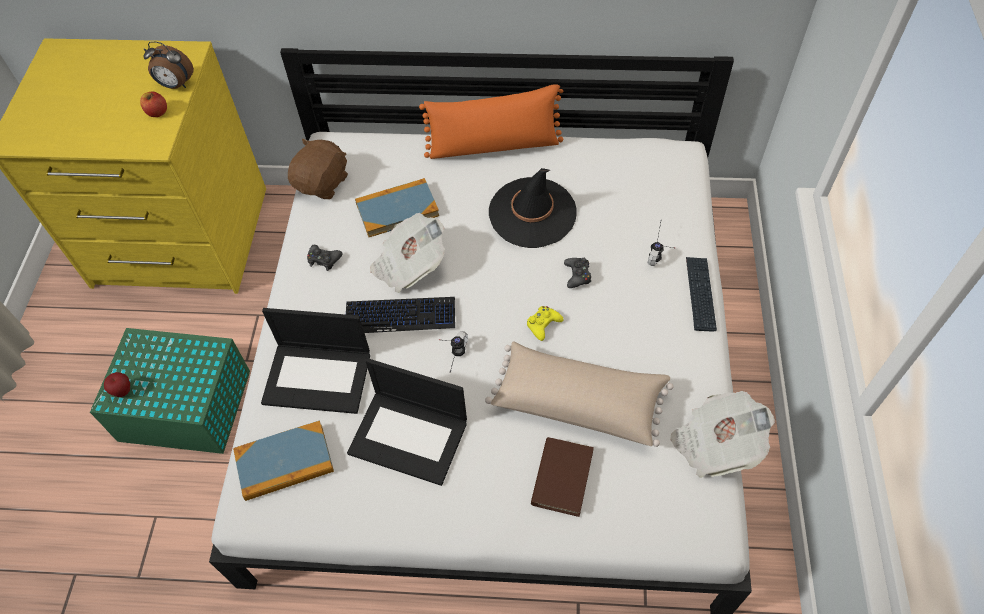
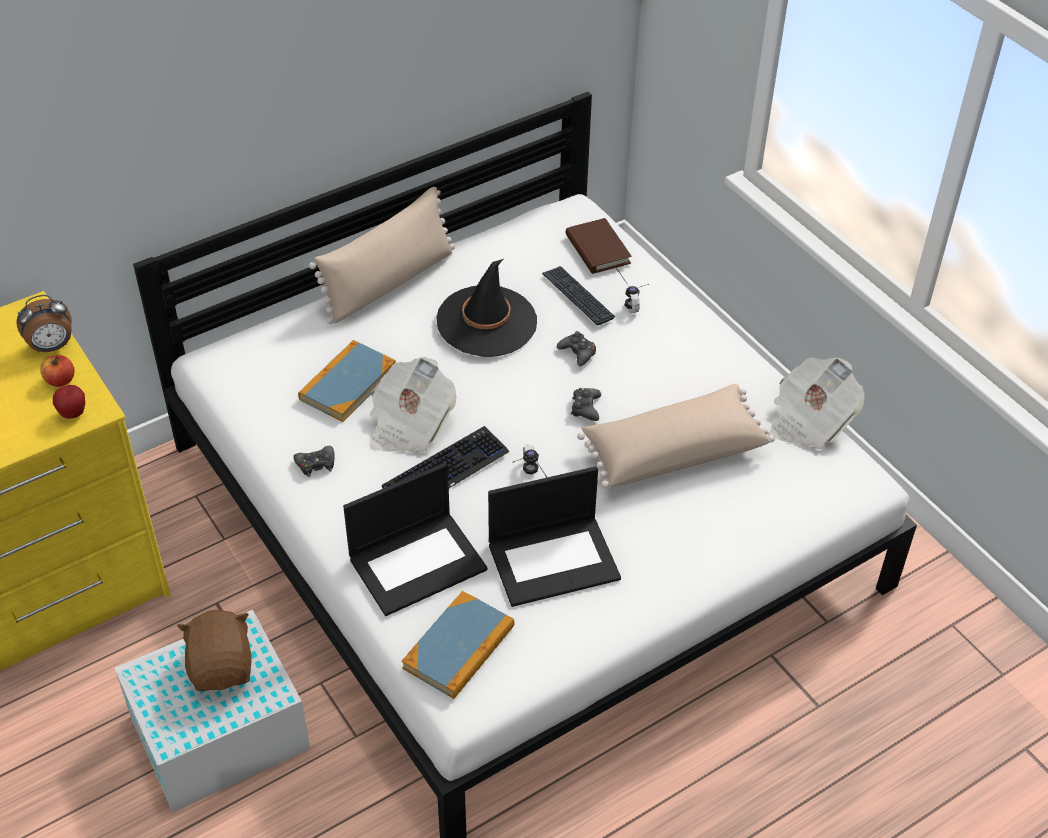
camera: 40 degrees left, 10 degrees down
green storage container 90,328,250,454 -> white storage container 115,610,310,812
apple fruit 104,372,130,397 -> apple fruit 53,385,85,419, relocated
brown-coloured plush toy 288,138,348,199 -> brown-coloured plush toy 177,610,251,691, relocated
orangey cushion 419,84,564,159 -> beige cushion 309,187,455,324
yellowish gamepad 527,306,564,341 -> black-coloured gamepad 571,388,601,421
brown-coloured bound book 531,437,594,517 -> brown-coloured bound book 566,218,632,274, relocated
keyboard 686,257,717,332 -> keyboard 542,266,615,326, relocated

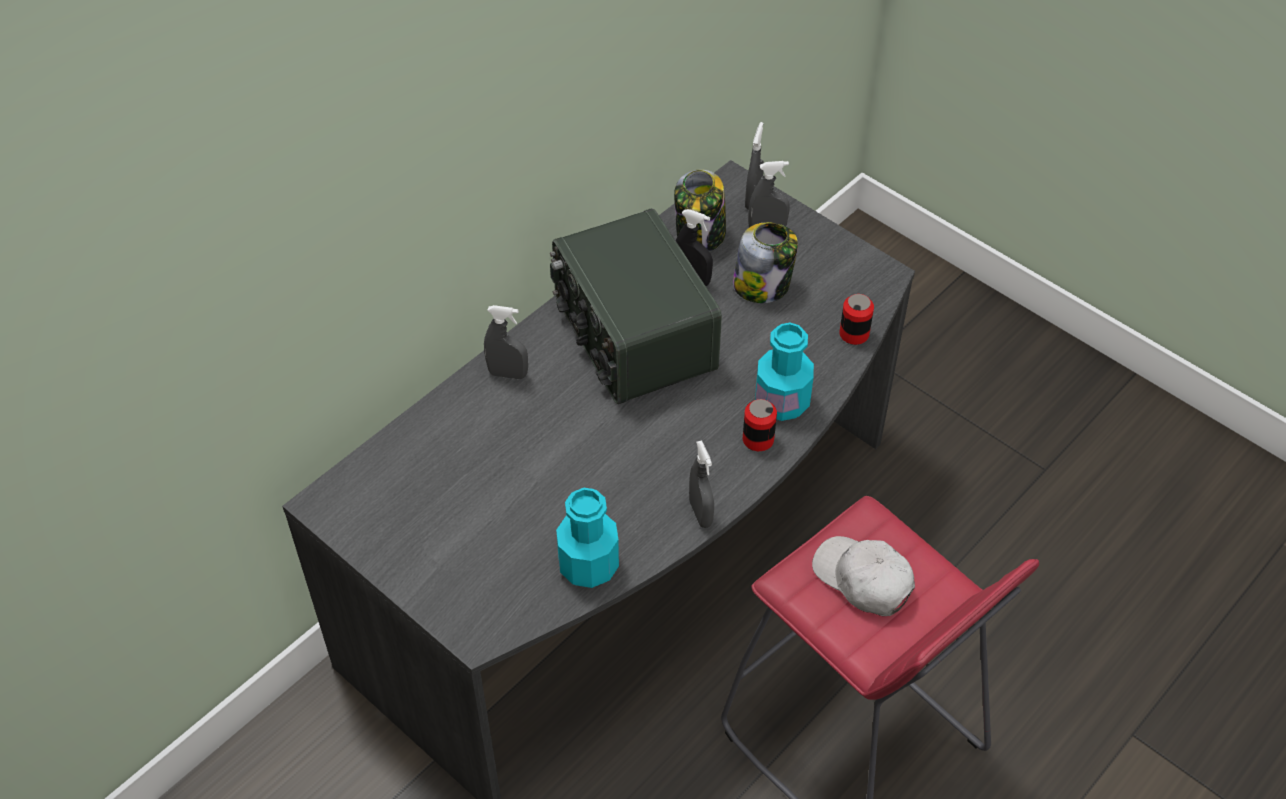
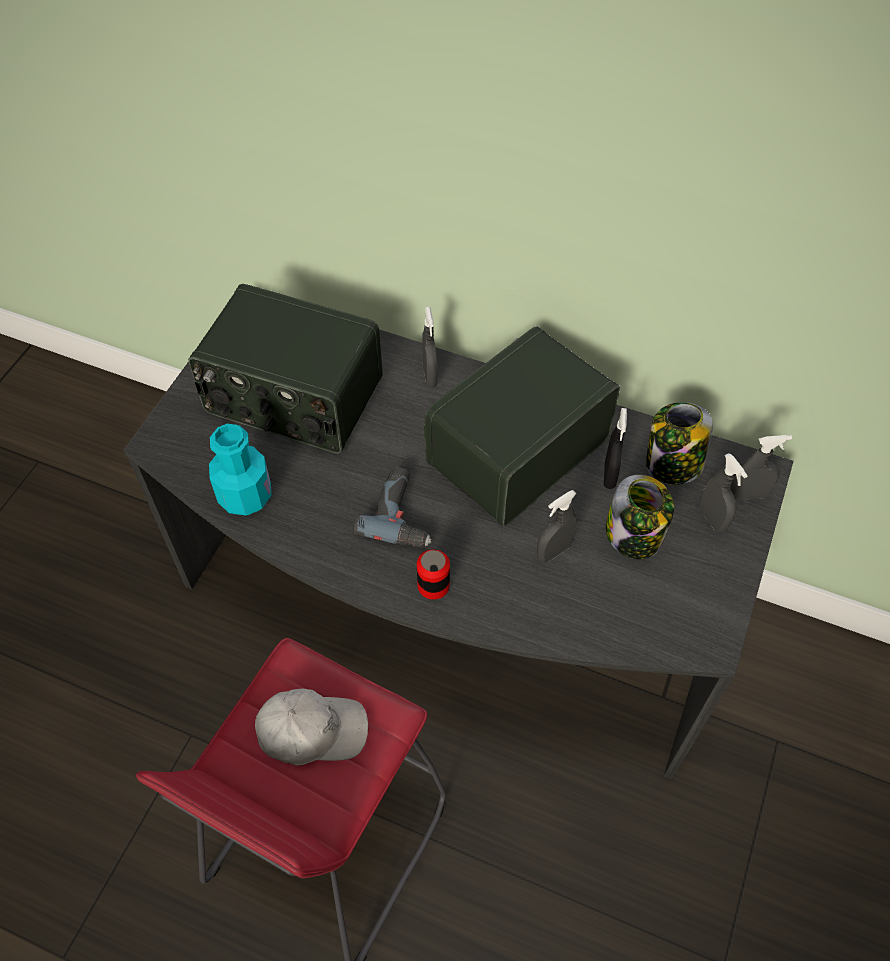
camera: 70 degrees right, 5 degrees up
gray sprayer 689,440,714,528 -> gray sprayer 537,490,576,563, relocated
blue-green drink bottle 755,323,814,421 -> none
white cap 812,536,915,616 -> white cap 255,689,368,766, 60 degrees clockwise
metal can 839,294,874,345 -> none
none -> radio set 188,284,383,453
none -> electric drill 354,467,432,548

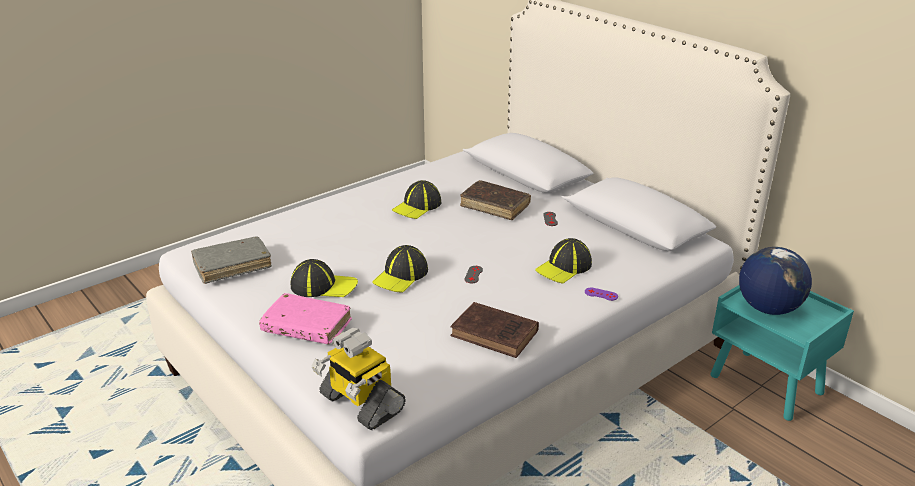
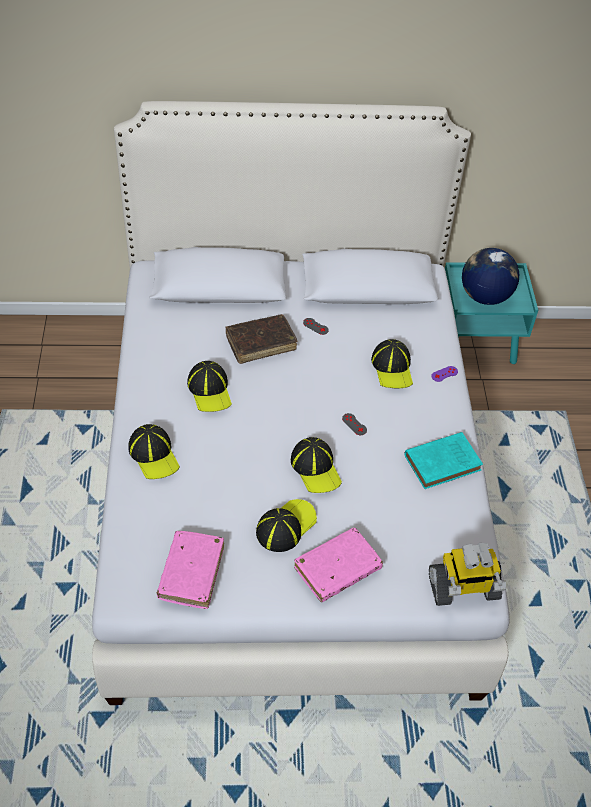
camera: 55 degrees left, 20 degrees up
gray bound book 191,236,272,284 -> pinkish bound book 157,531,224,609
brown-coloured bound book 450,302,539,358 -> blue-green bound book 404,432,483,489
none -> cap 128,424,180,479

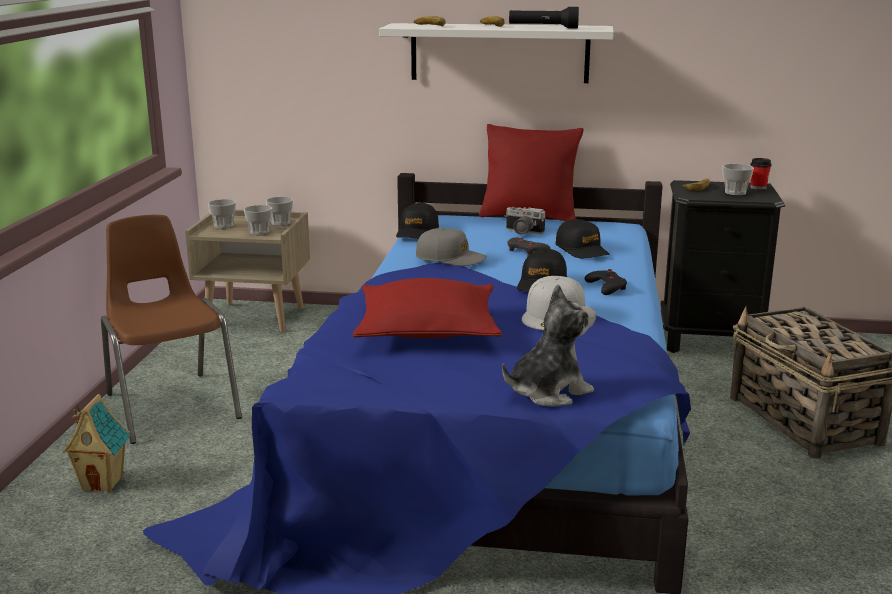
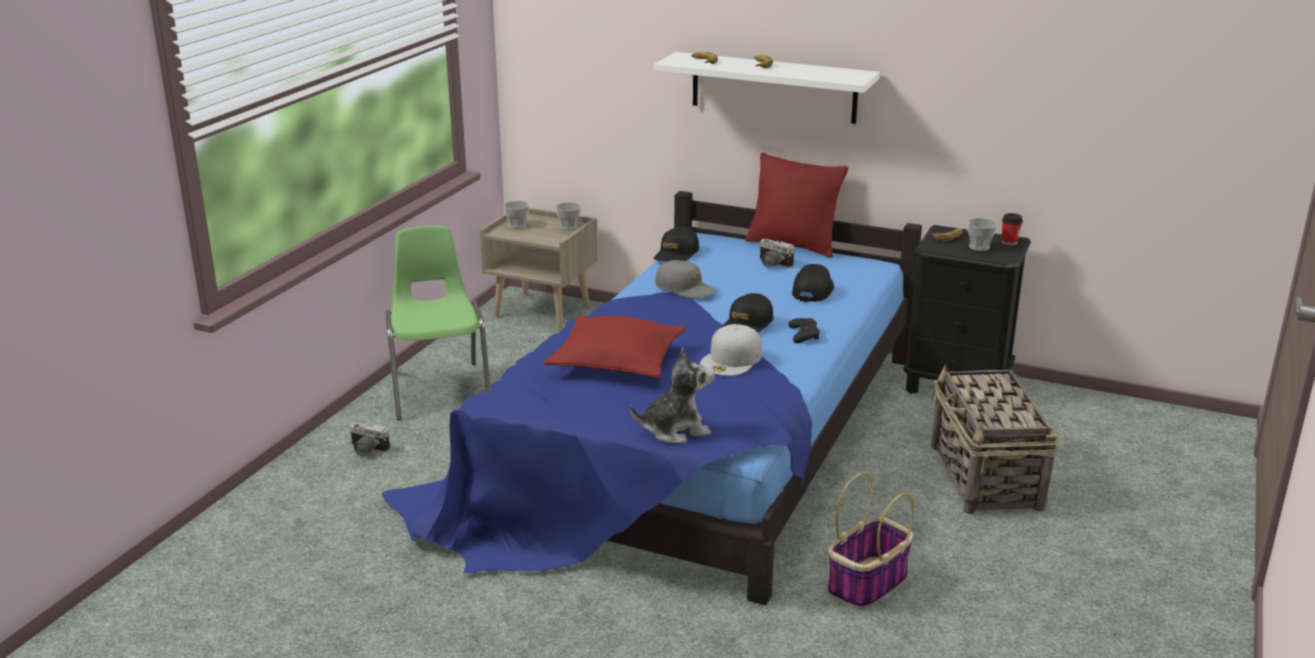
camera: 15 degrees right, 5 degrees up
model house 62,394,131,493 -> still camera 349,422,390,456
brown-coloured upright chair 101,215,242,444 -> green upright chair 386,226,491,420
cup 244,205,272,235 -> none
gray gamepad 507,237,551,255 -> none
black-coloured torch 509,7,579,28 -> none
black-coloured cap 555,219,609,258 -> black-coloured cap 792,264,834,302, 150 degrees counterclockwise
none -> basket 827,473,914,609

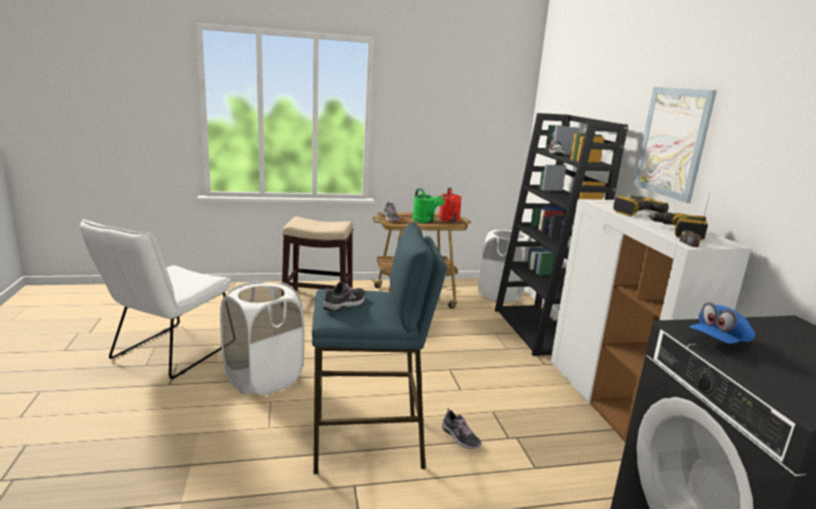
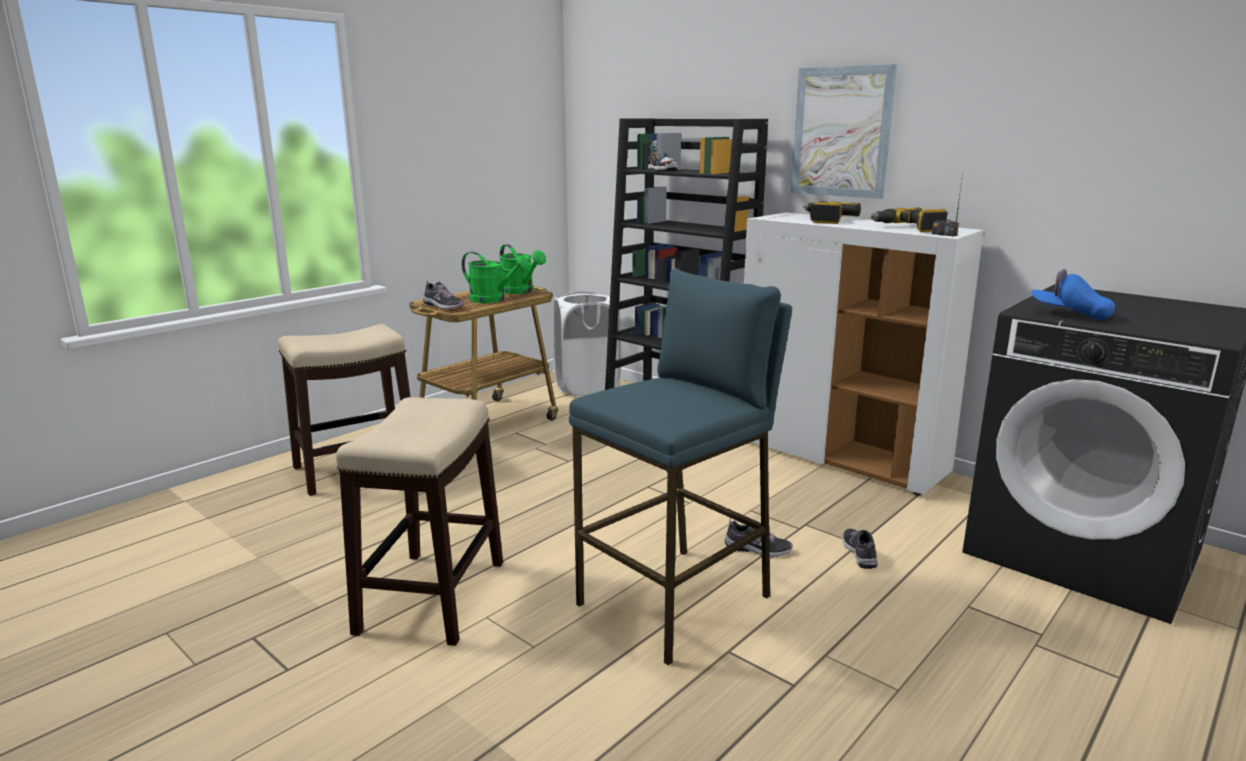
camera: 35 degrees left, 0 degrees up
white upright chair 80,219,230,379 -> none
white laundry basket 220,281,304,396 -> stool 336,397,503,646
item of footwear 323,282,366,312 -> item of footwear 842,528,878,569, relocated
red-coloured watering pot 439,188,462,222 -> green watering pot 499,244,546,294
blue-coloured cap 690,302,755,344 -> blue-coloured cap 1031,269,1115,320, 105 degrees clockwise

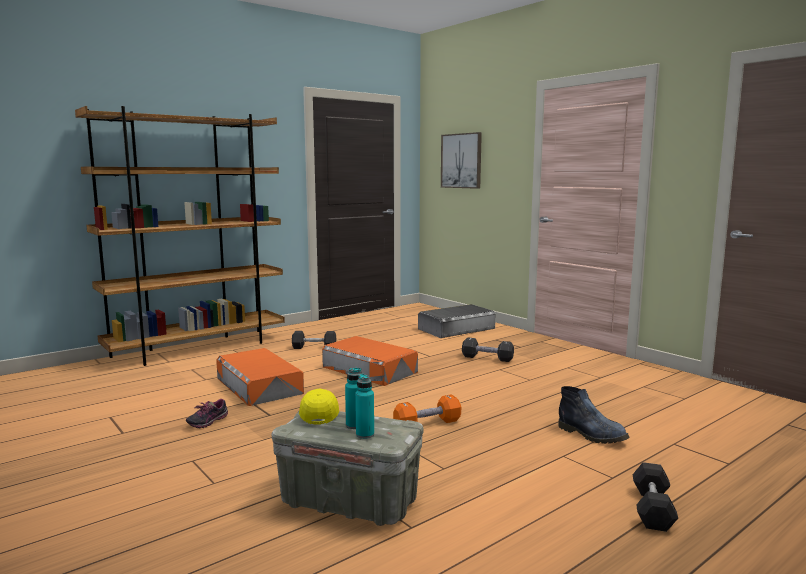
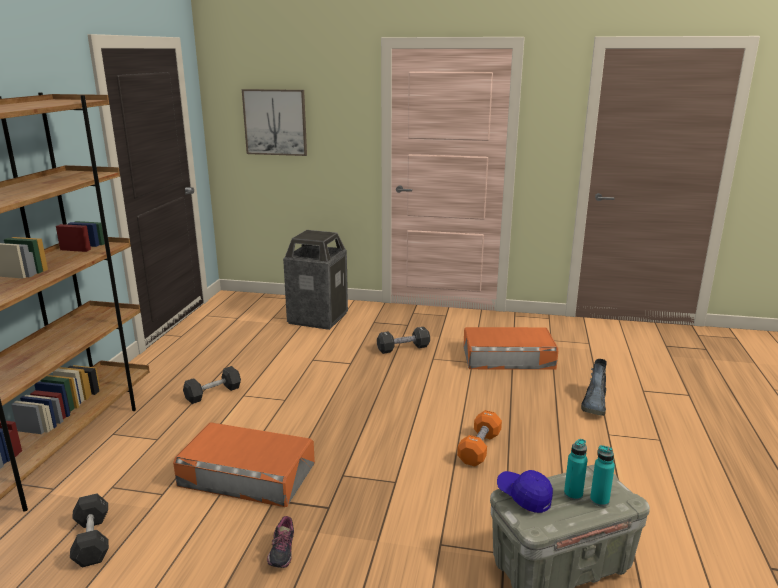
camera: 40 degrees left, 10 degrees up
yellowish cap 299,388,339,424 -> blue-coloured cap 497,470,553,513
orangey storage container 322,336,418,386 -> orangey storage container 463,327,558,370, relocated
gray storage container 418,304,496,338 -> trash can 283,230,348,330
boot 558,386,630,444 -> boot 581,359,607,416, 105 degrees clockwise
gray free weight 633,462,678,532 -> gray free weight 70,494,109,568, relocated

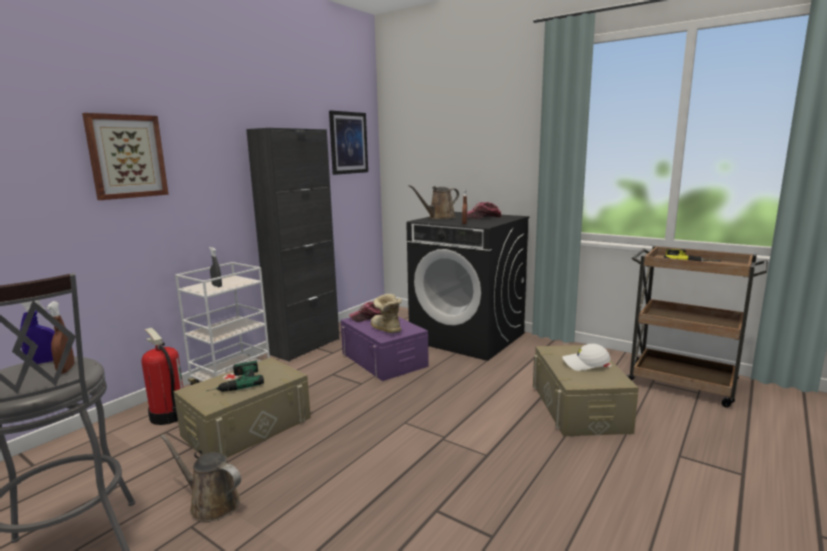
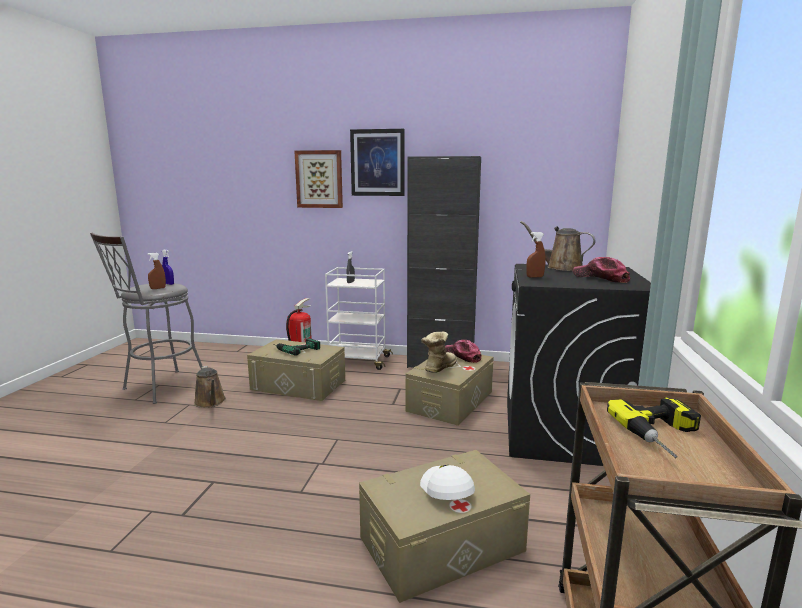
camera: 65 degrees right, 0 degrees up
brown-coloured watering pot 160,434,241,522 -> brown-coloured watering pot 194,366,226,408, 150 degrees clockwise
wall art 329,111,368,175 -> wall art 350,129,405,196, relocated
purplish storage container 341,317,429,381 -> beige storage container 405,355,494,426

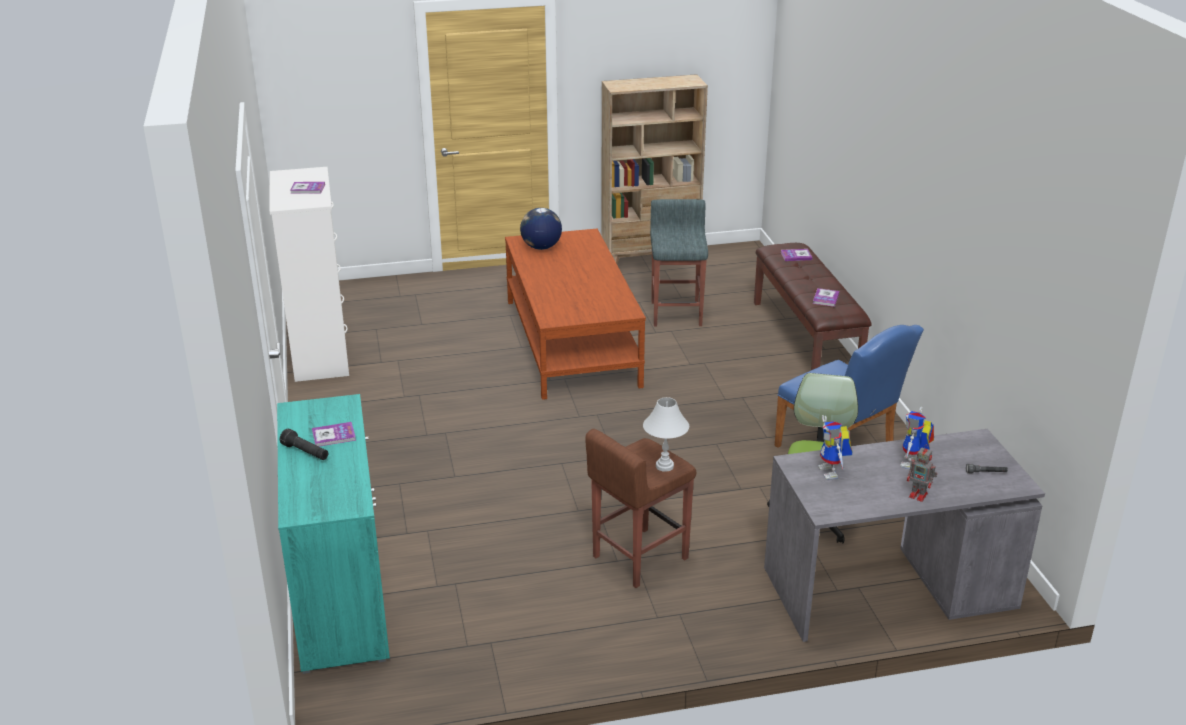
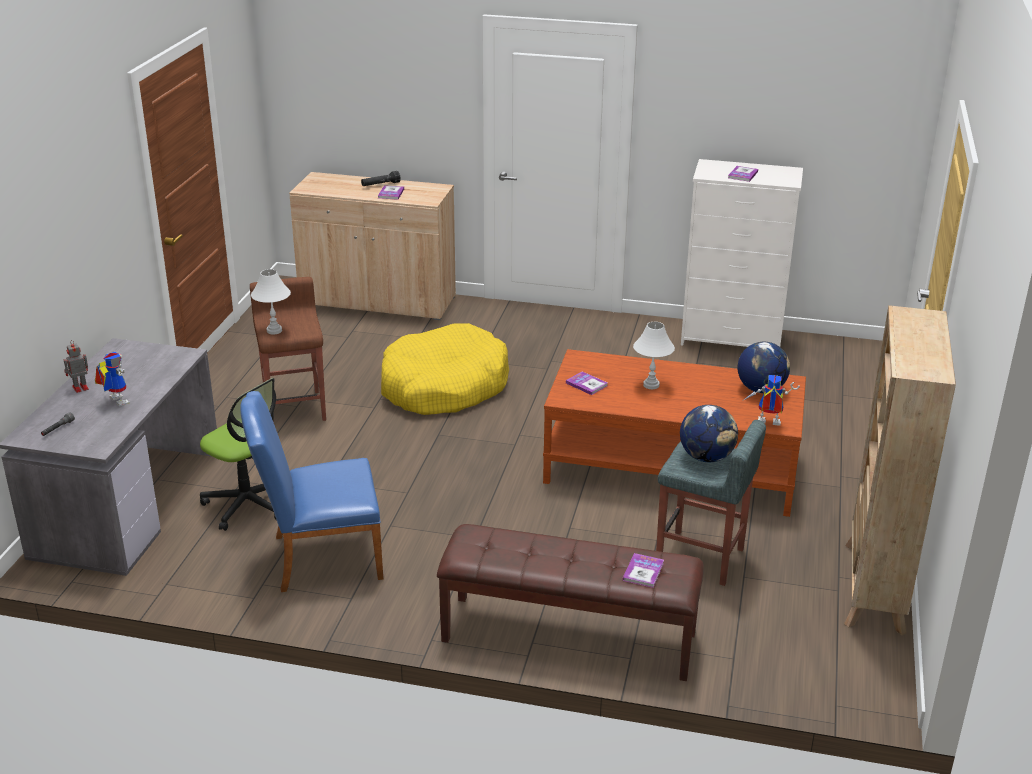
camera: 115 degrees right, 0 degrees up
blue-green cabinet 277,394,390,674 -> beige cabinet 289,172,456,320
bound book 813,288,839,307 -> bound book 566,371,607,395, relocated
model robot 818,415,853,480 -> model robot 742,375,800,426, relocated
none -> yellowish pet bed 381,323,509,415
none -> white lamp for a table 633,322,675,389
none -> desk globe 680,405,738,462

